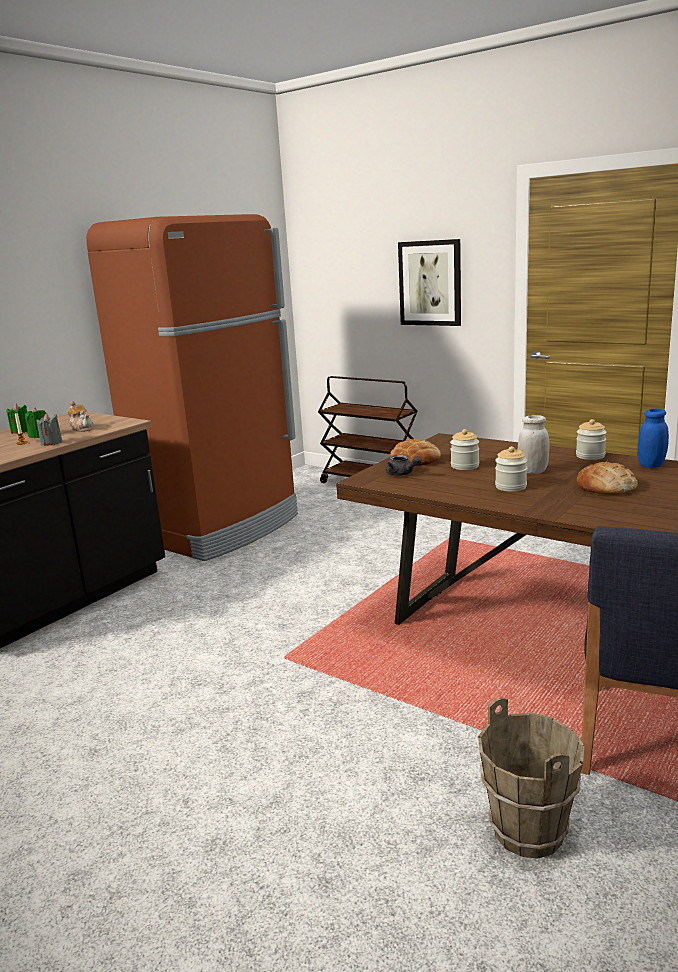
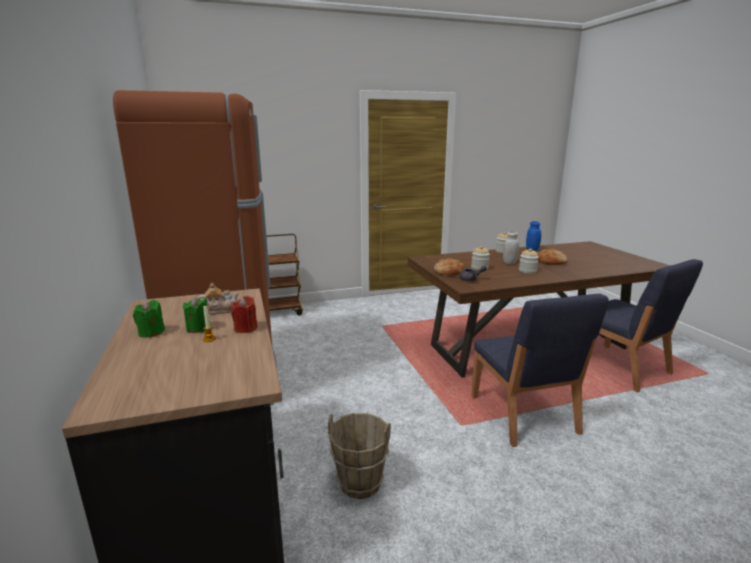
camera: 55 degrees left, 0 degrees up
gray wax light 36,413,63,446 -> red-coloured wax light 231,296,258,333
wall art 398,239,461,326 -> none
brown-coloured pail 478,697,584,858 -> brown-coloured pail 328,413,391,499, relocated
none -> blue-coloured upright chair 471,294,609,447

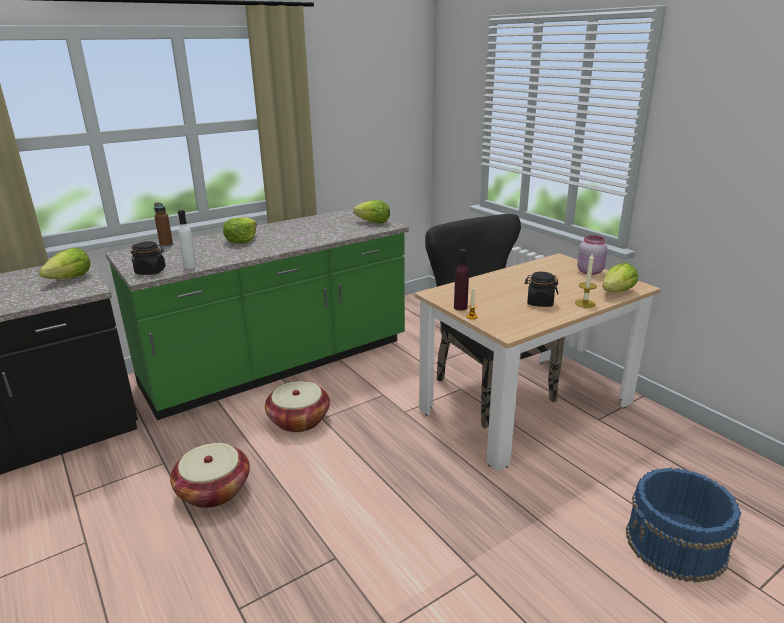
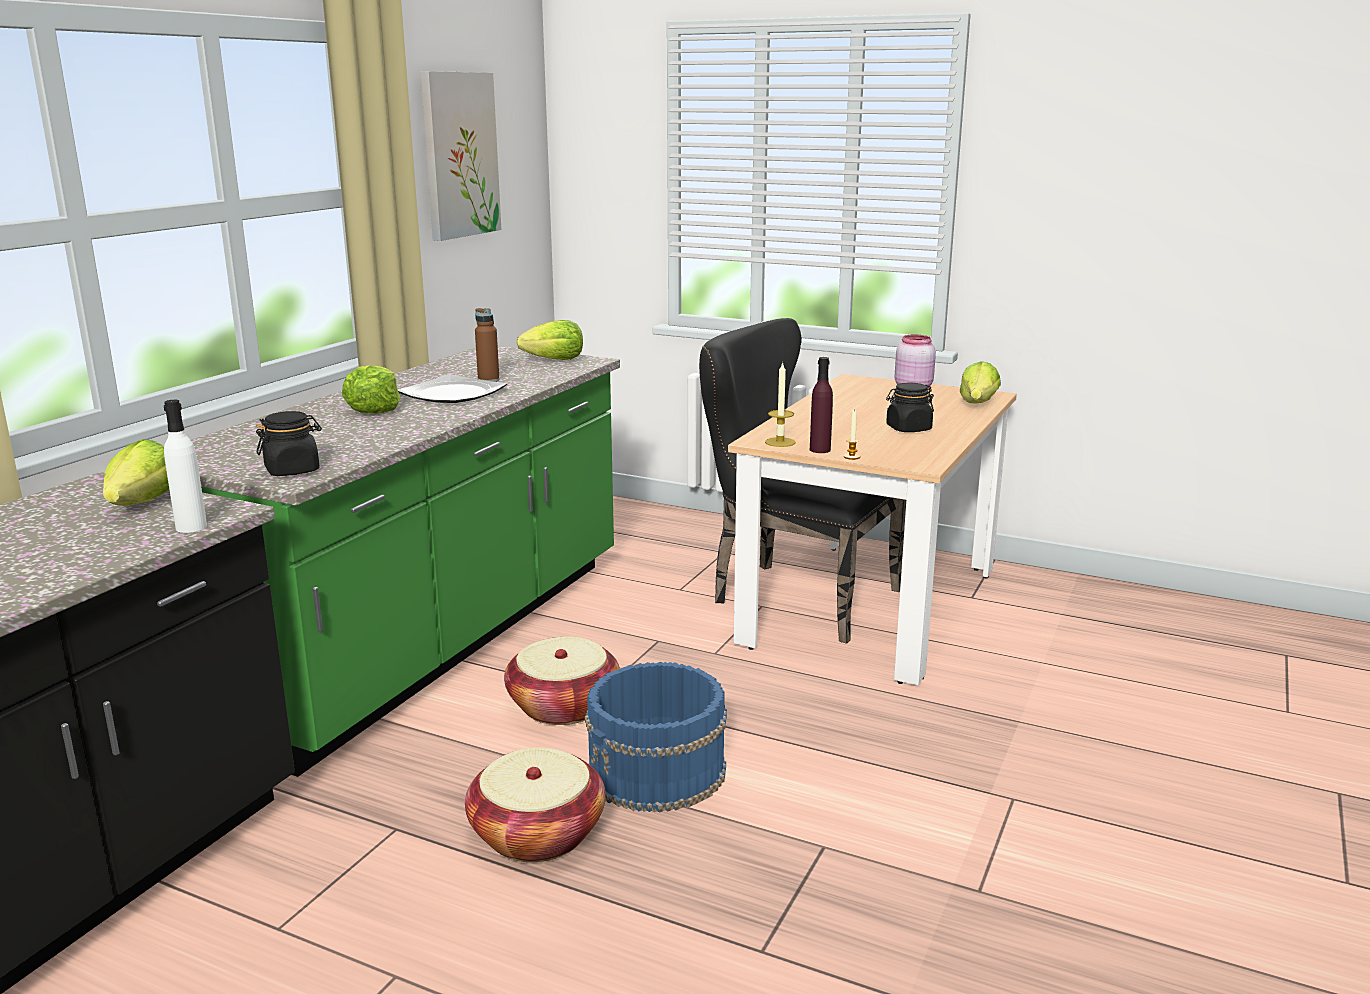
camera: 30 degrees left, 5 degrees down
brown-coloured drink bottle 154,202,173,247 -> brown-coloured drink bottle 475,308,500,382, relocated
white drink bottle 178,210,197,269 -> white drink bottle 164,400,207,533, relocated
wax light 575,254,597,308 -> wax light 765,362,795,447, relocated
blue-coloured pail 626,468,741,583 -> blue-coloured pail 585,662,727,813, relocated
none -> flat dish 398,374,507,403
none -> wall art 421,71,501,241

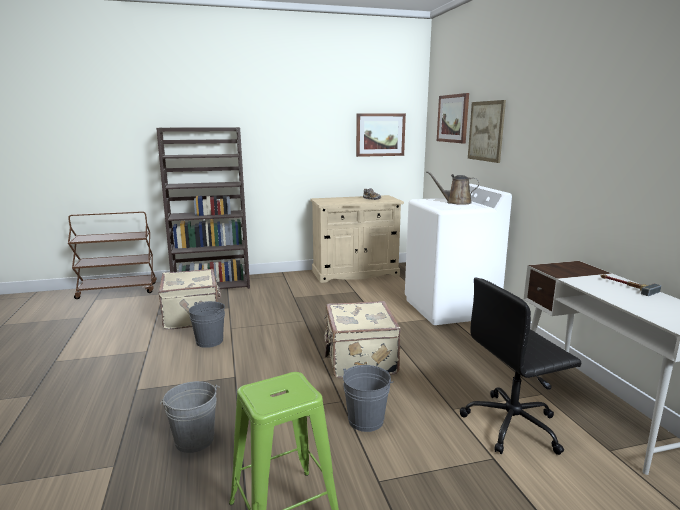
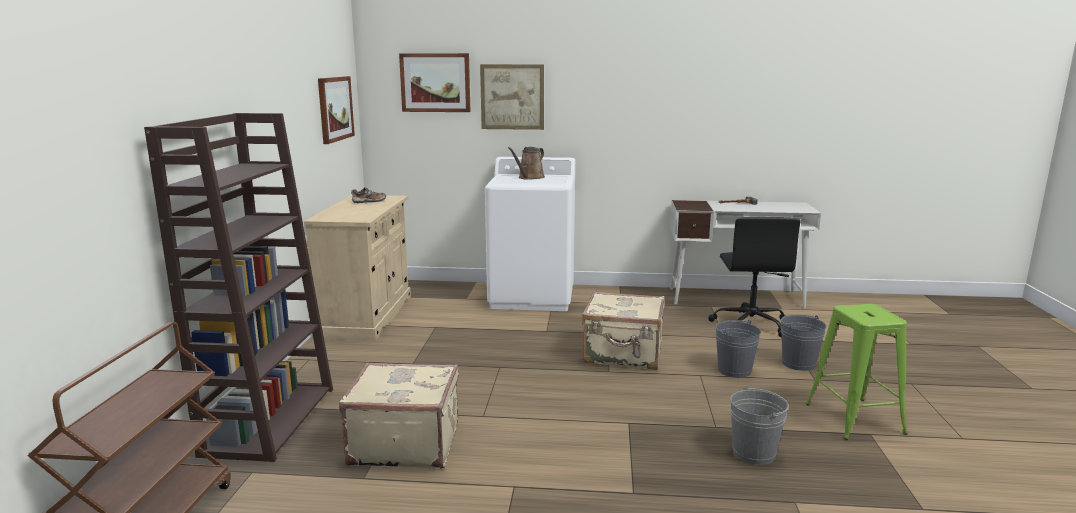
camera: 70 degrees left, 0 degrees up
gray pail 189,301,225,348 -> gray pail 781,315,826,371, relocated

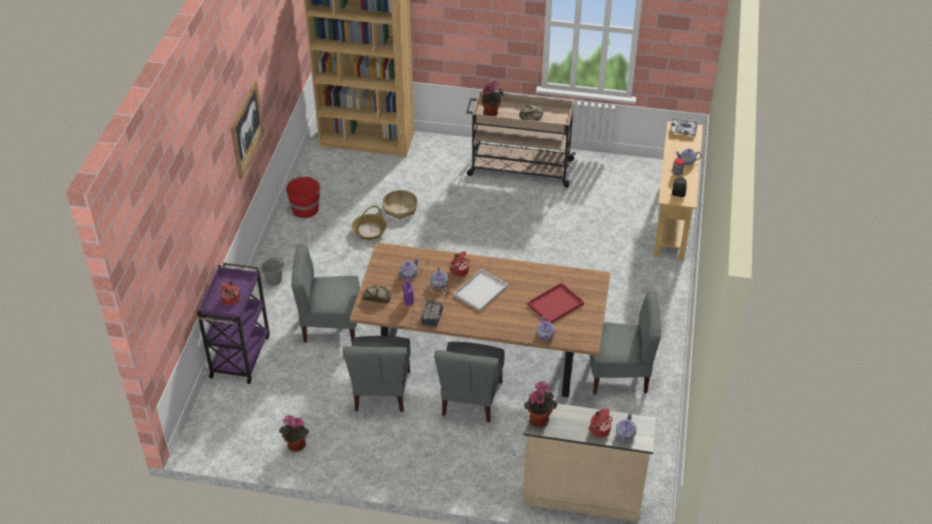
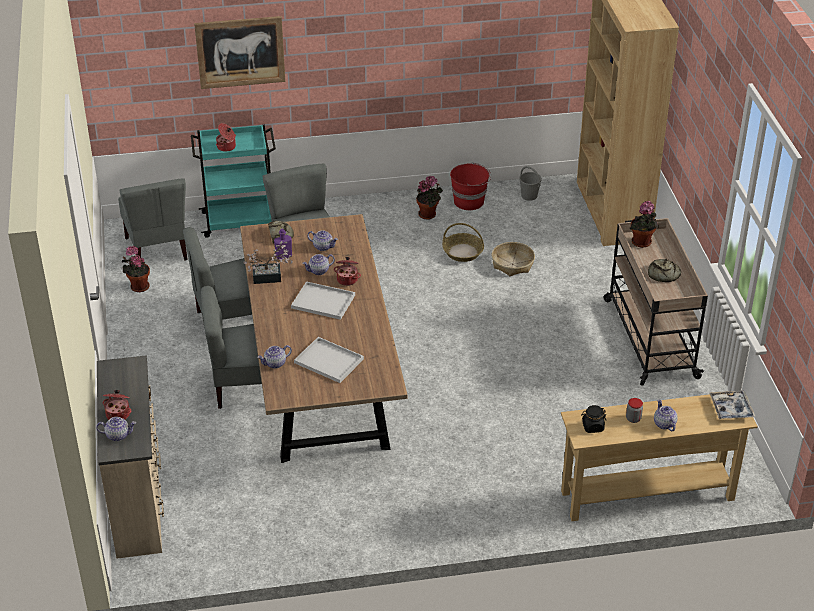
camera: 70 degrees right, 5 degrees down
purplish wheeled cart 197,263,270,384 -> blue-green wheeled cart 191,125,276,238
wall art 230,80,264,180 -> wall art 194,16,285,89, relocated
gray pail 261,257,284,286 -> gray pail 519,166,542,201, relocated
potted plant 524,381,557,428 -> potted plant 416,176,443,220, relocated
red-coloured tray 527,283,584,323 -> white tray 294,337,364,383
gray upright chair 590,291,661,394 -> gray upright chair 118,178,188,261, relocated

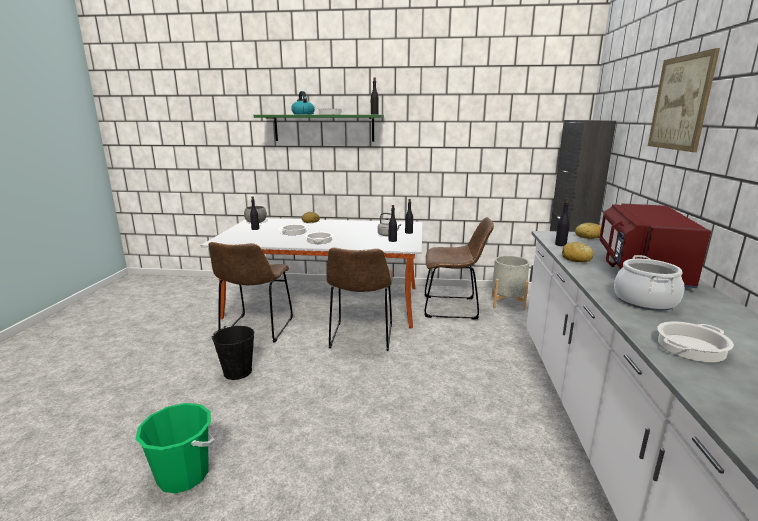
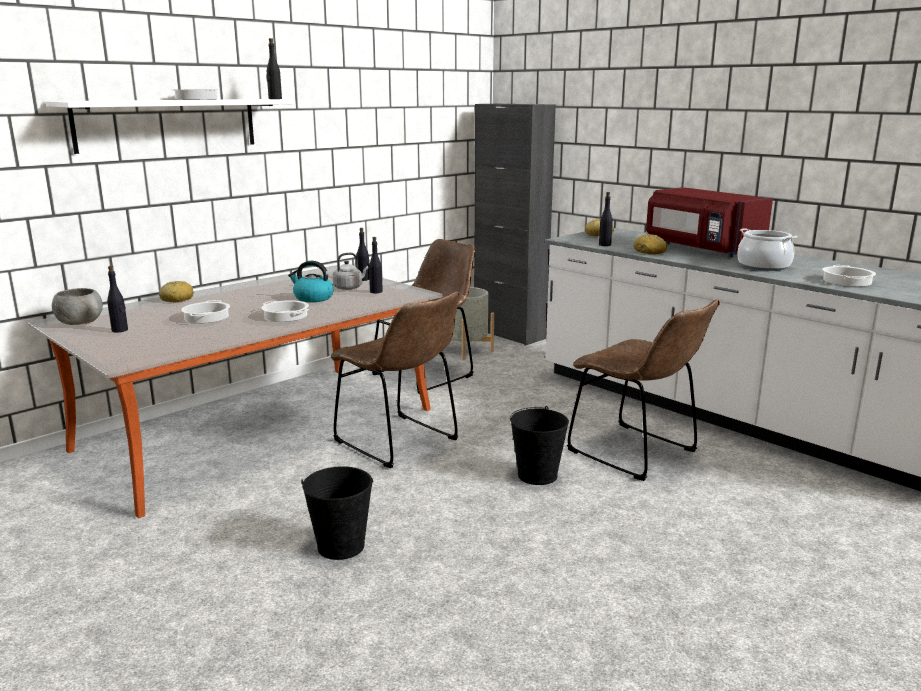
camera: 50 degrees left, 0 degrees up
green pail 135,403,215,494 -> none
brown-coloured upright chair 208,242,293,343 -> brown-coloured upright chair 567,299,720,481, relocated
green wall shelf 254,115,384,142 -> white wall shelf 46,99,293,154
water kettle 291,91,315,115 -> water kettle 288,261,334,302, relocated
wall art 648,48,720,152 -> none
none -> black-coloured pail 510,406,569,485

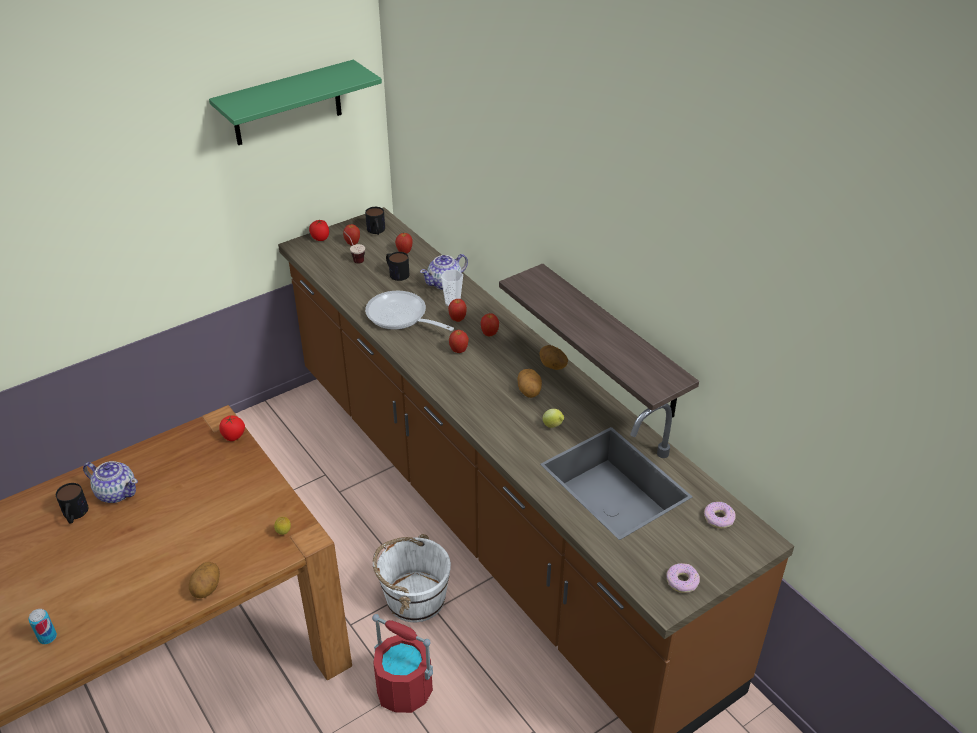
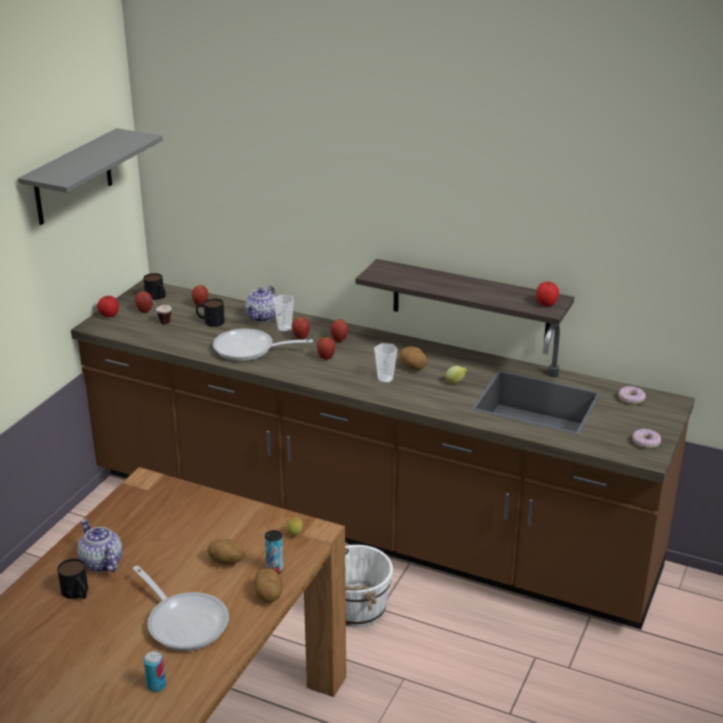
camera: 30 degrees left, 10 degrees down
tea pot 83,461,138,503 -> tea pot 77,519,122,572, 120 degrees counterclockwise
green wall shelf 209,60,382,145 -> gray wall shelf 18,128,163,225
fresh tomato 219,415,245,441 -> fresh tomato 536,281,559,306, relocated
red-coloured pail 372,614,433,713 -> none
spud 539,345,568,370 -> spud 207,538,245,565, relocated
none -> frying pan 133,566,229,651
none -> metal can 265,530,284,574
none -> cup 374,343,398,383

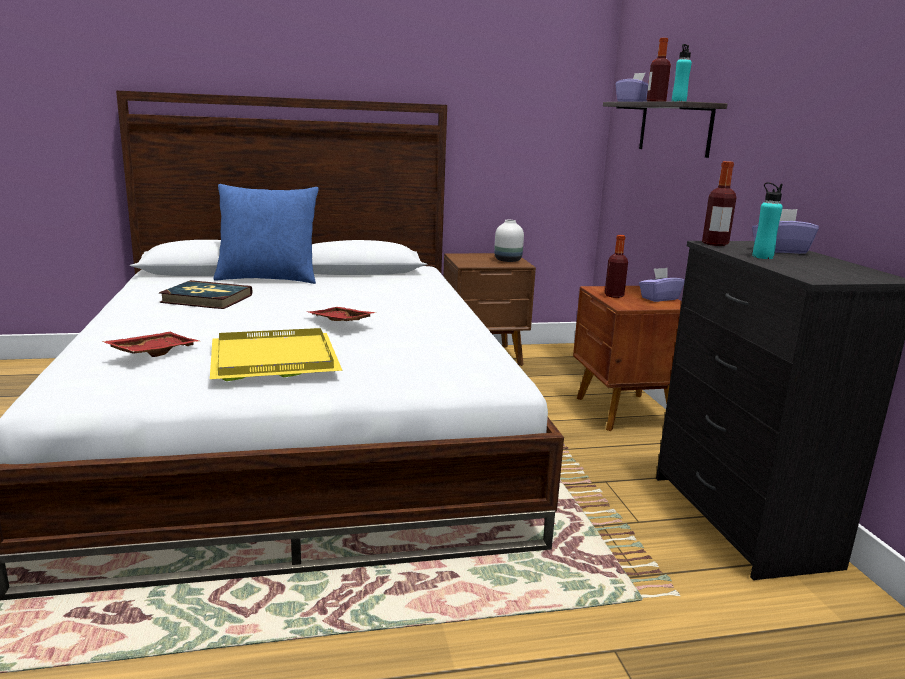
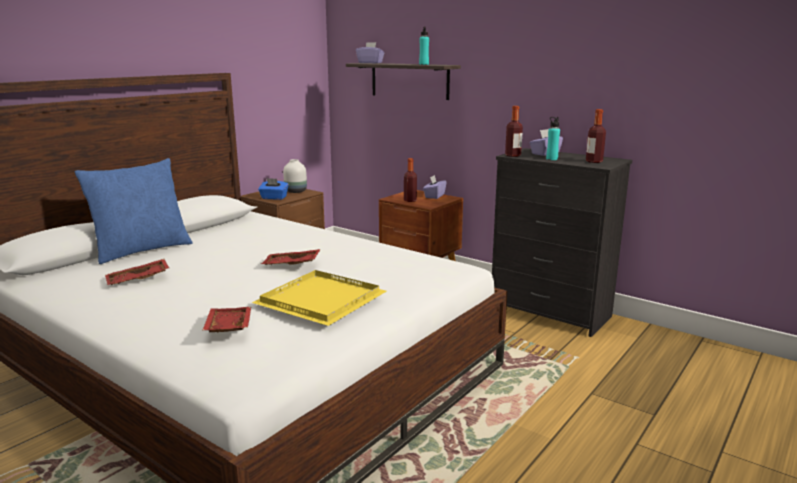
camera: 40 degrees left, 0 degrees up
bound book 159,280,252,309 -> red-coloured tray 105,259,169,285
drink bottle 647,38,671,102 -> drink bottle 586,109,606,163, relocated
none -> blue-coloured tissue box 258,178,288,200

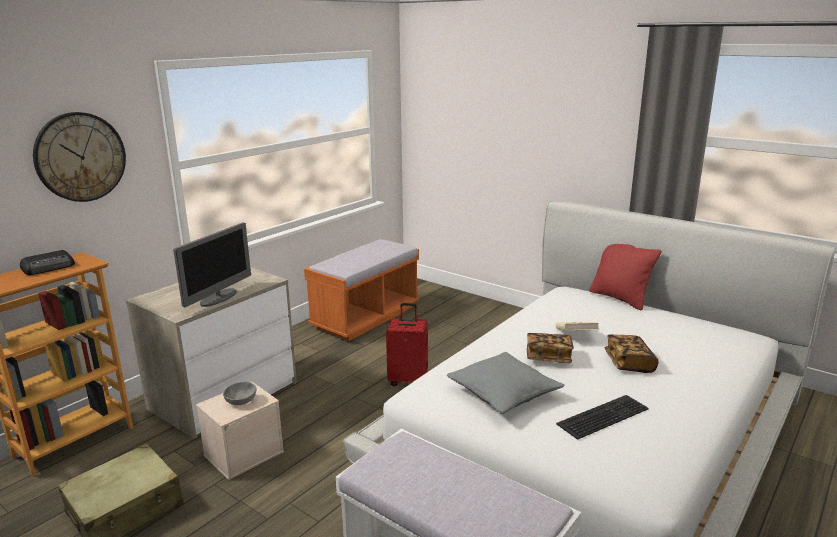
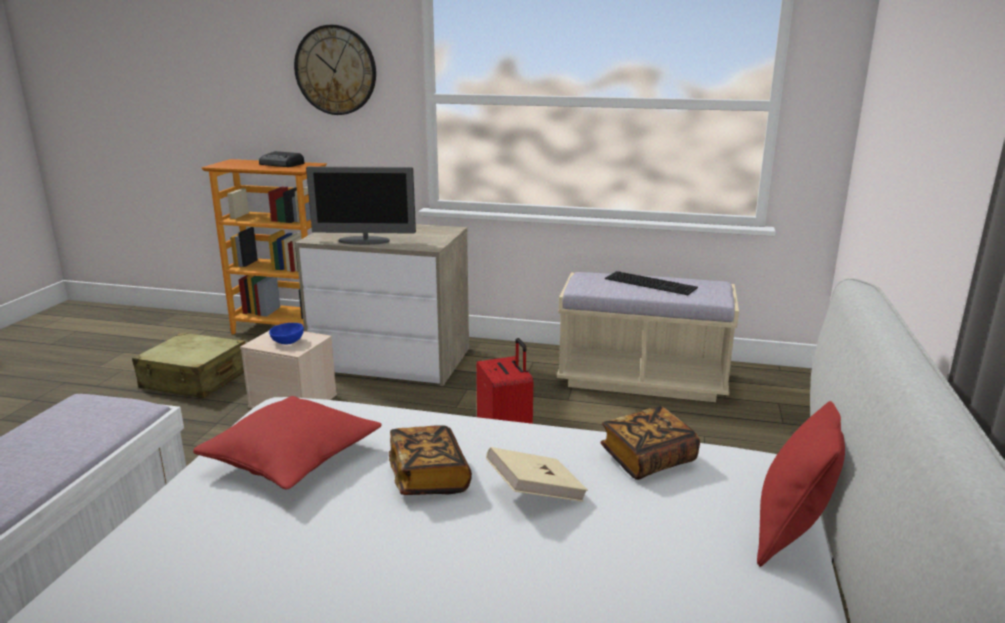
camera: 65 degrees right, 0 degrees up
gray bowl 223,382,256,405 -> blue-coloured bowl 269,323,304,345
orangey long seat 304,239,419,341 -> beige long seat 557,272,739,402
gray cushion 447,352,565,414 -> red-coloured cushion 193,396,382,489
keyboard 556,395,649,440 -> keyboard 605,271,698,295, relocated
bound book 605,334,659,373 -> bound book 600,406,700,480, relocated

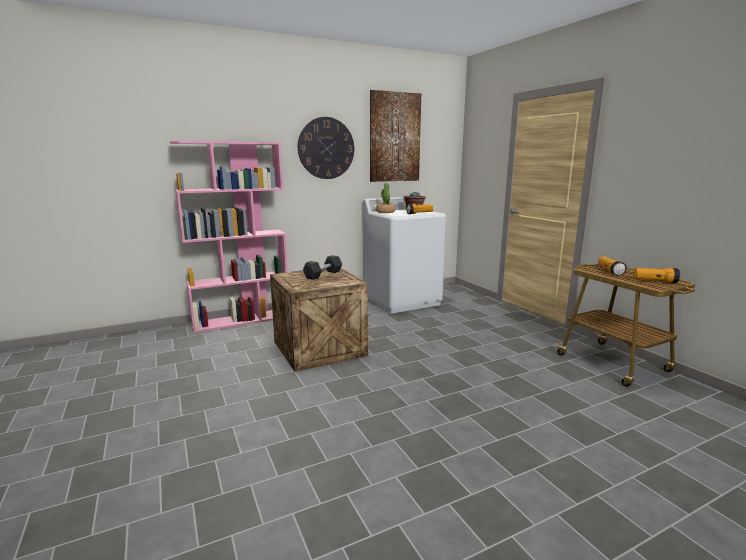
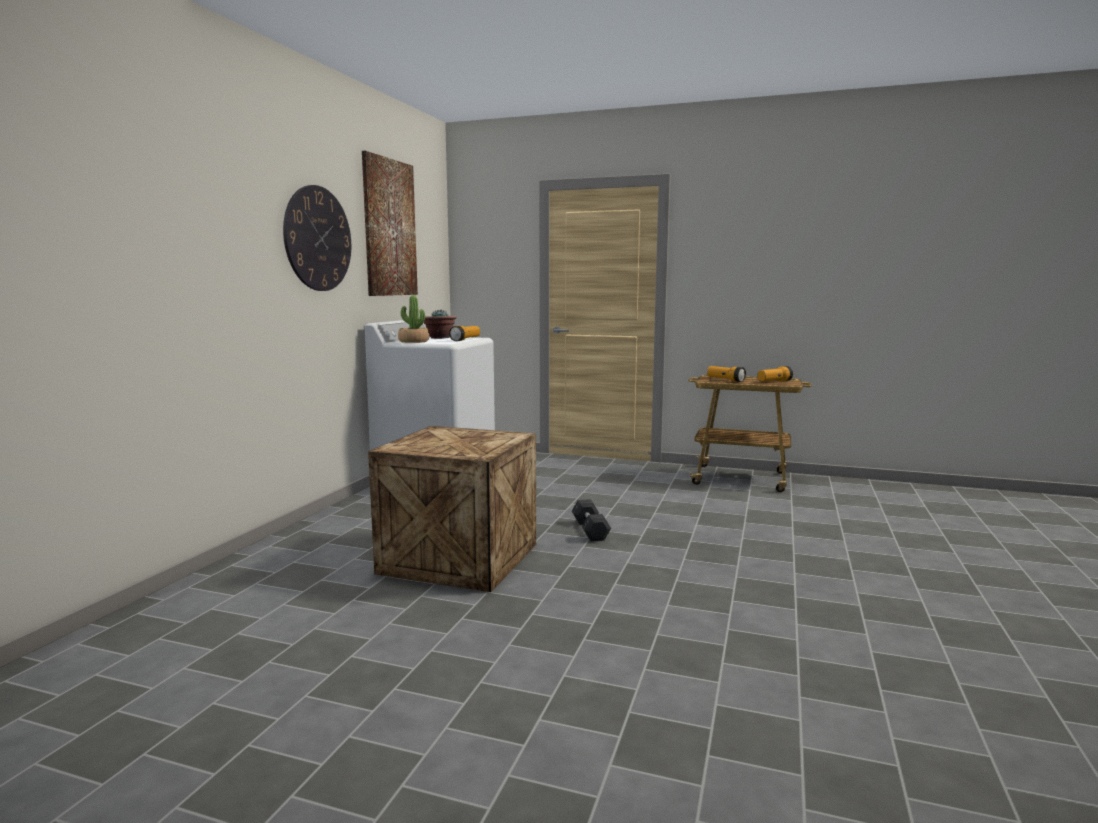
camera: 45 degrees left, 5 degrees down
pinkish shelving unit 170,141,287,333 -> none
gray free weight 303,255,342,280 -> gray free weight 572,499,611,541, relocated

